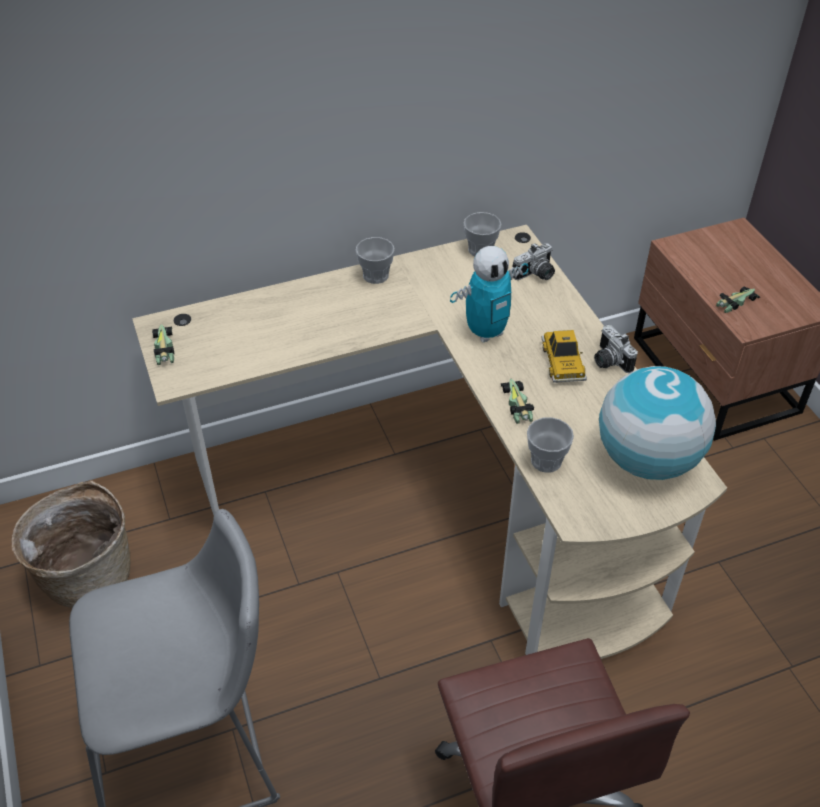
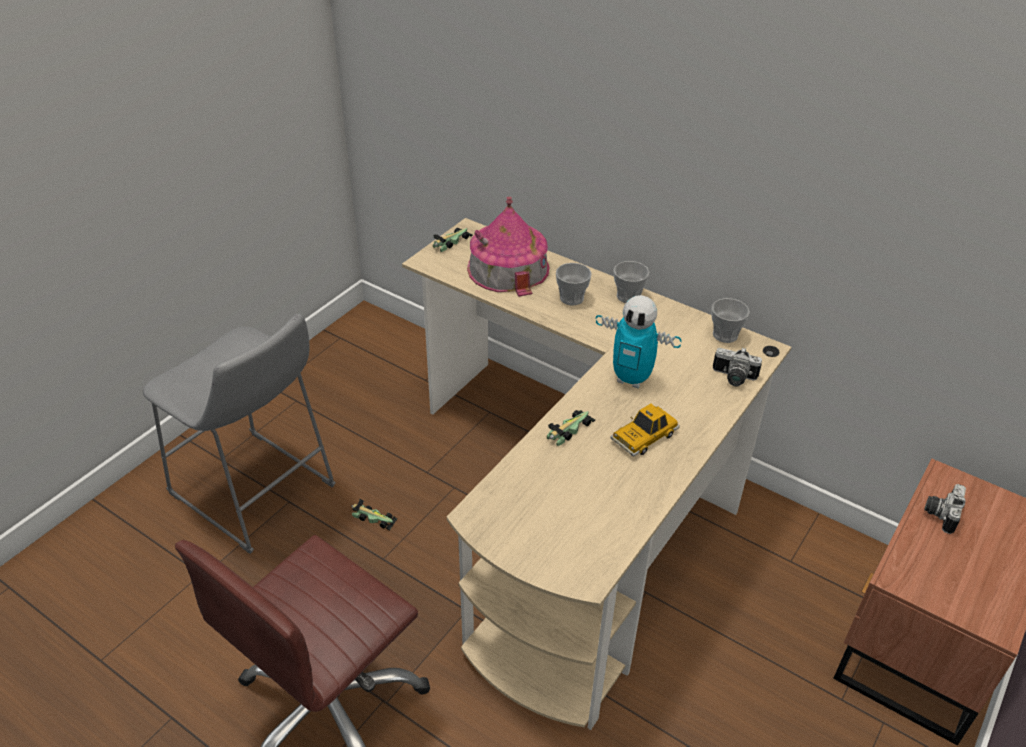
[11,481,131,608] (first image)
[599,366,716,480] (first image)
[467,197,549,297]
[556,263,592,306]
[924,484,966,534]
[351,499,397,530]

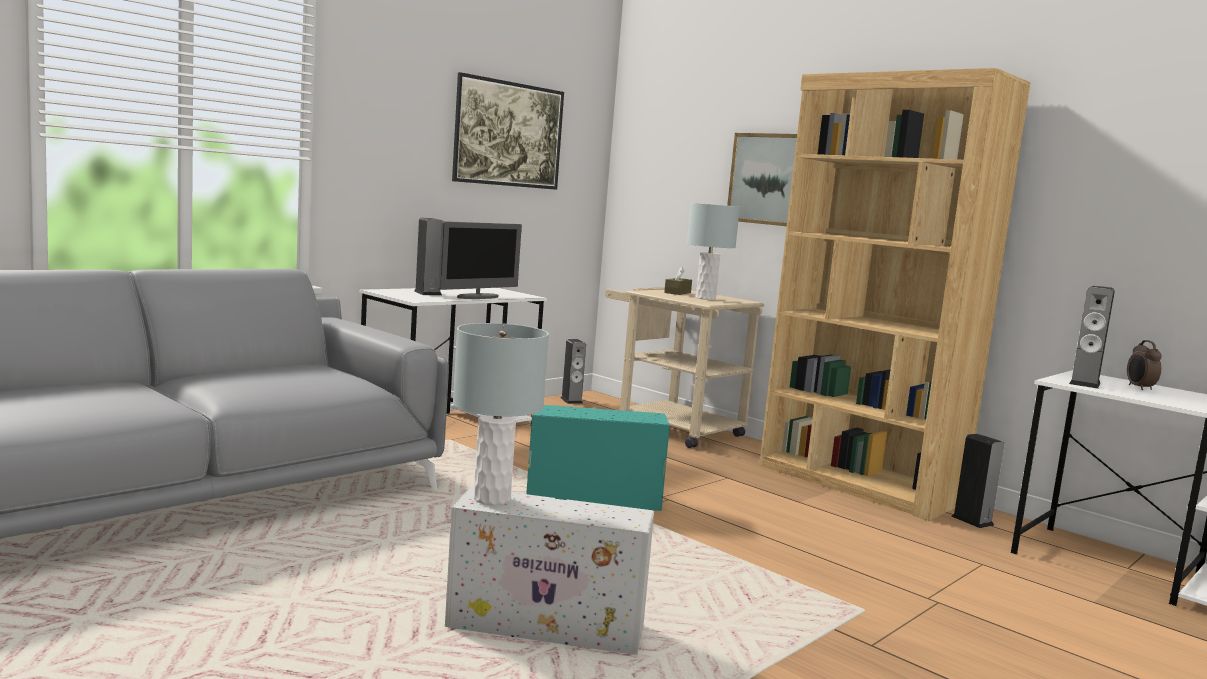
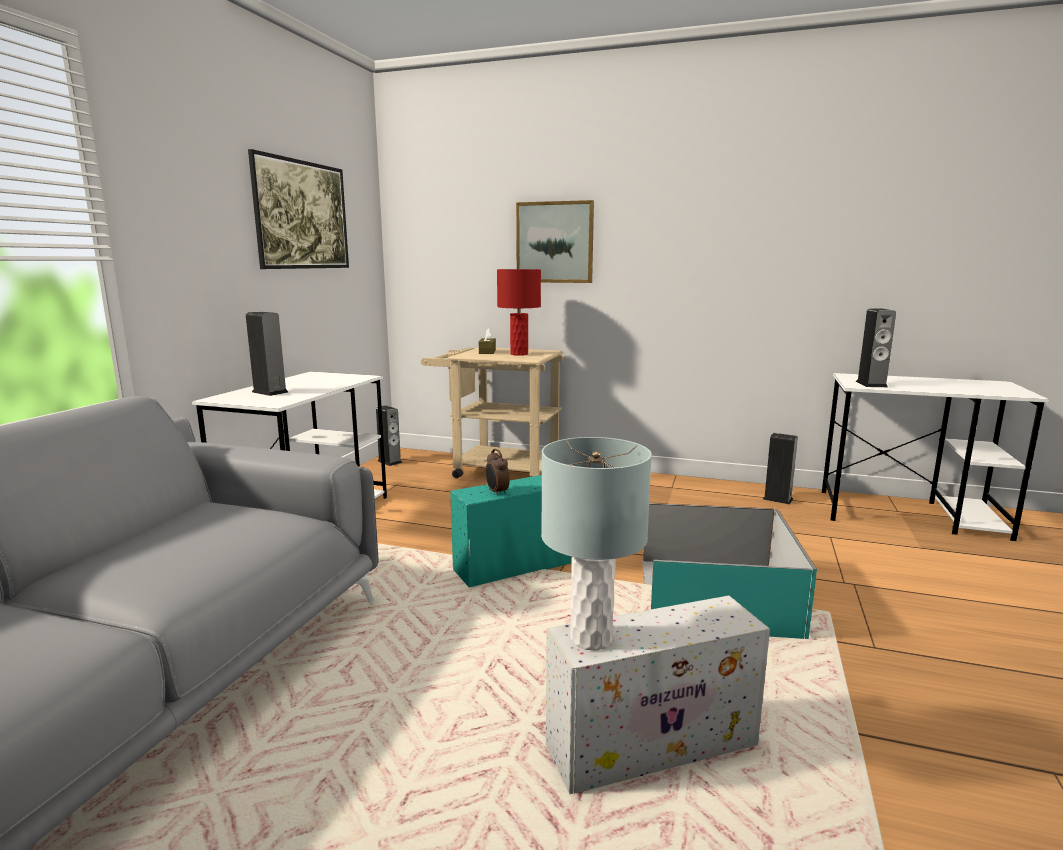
[438,221,522,299] (first image)
[759,68,1031,521] (first image)
[642,503,817,639]
[485,449,510,496]
[497,269,541,356]

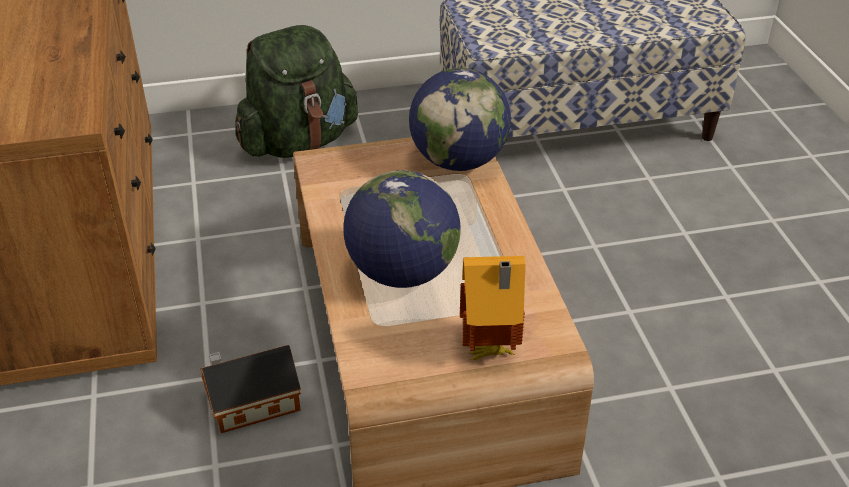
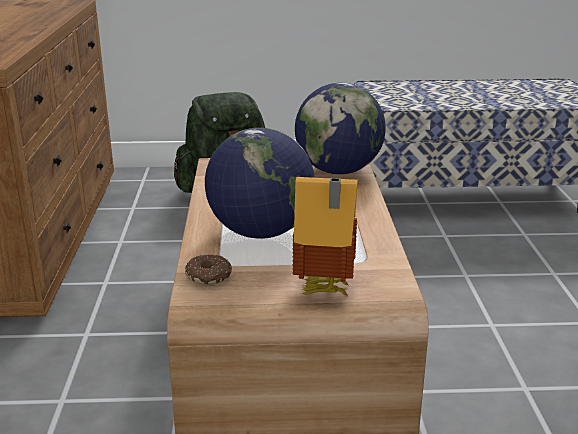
[200,345,301,433] (first image)
[185,254,232,285]

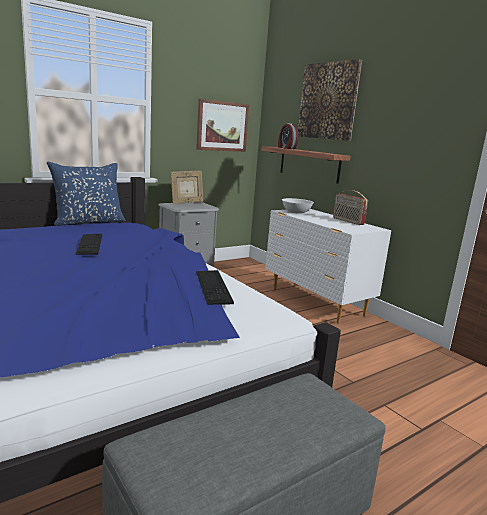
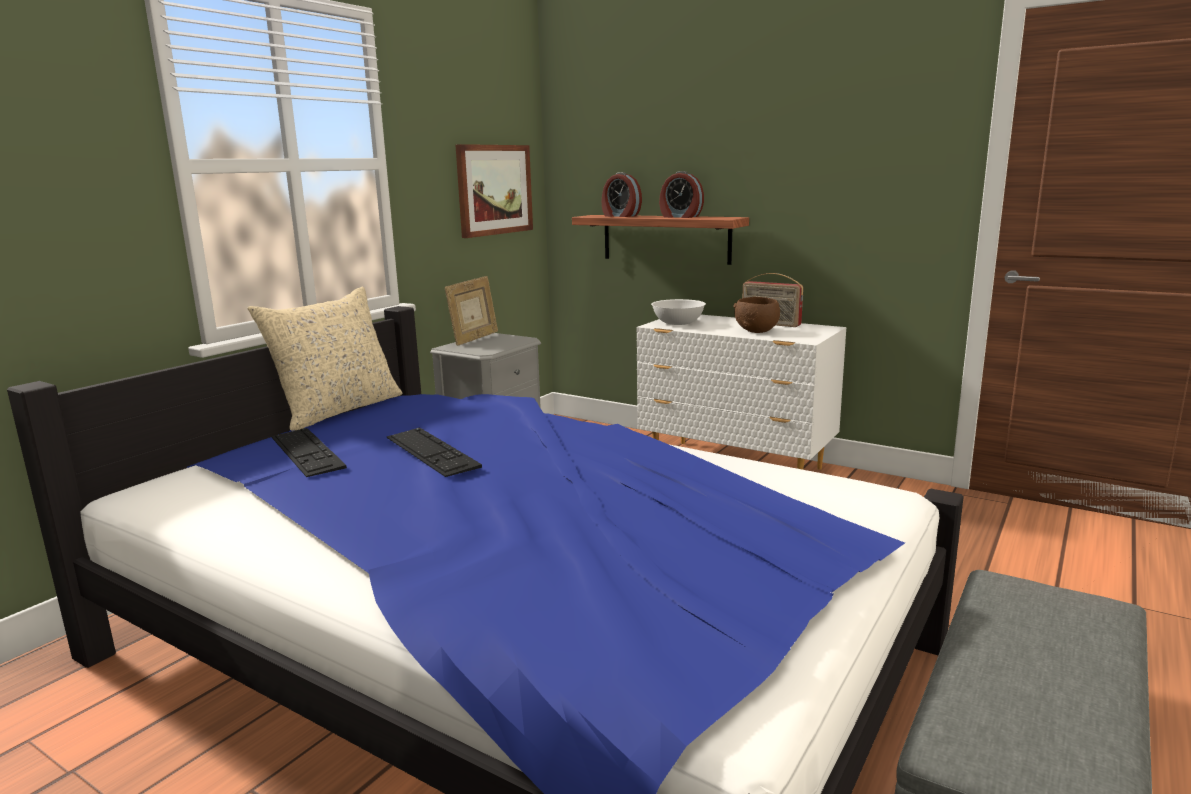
[298,59,362,141] (first image)
[659,171,704,218]
[733,297,780,333]
[271,428,347,477]
[247,287,402,431]

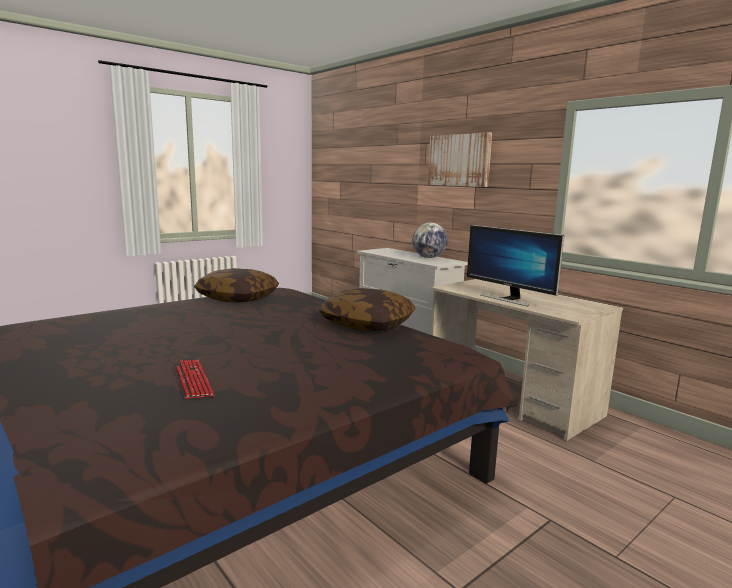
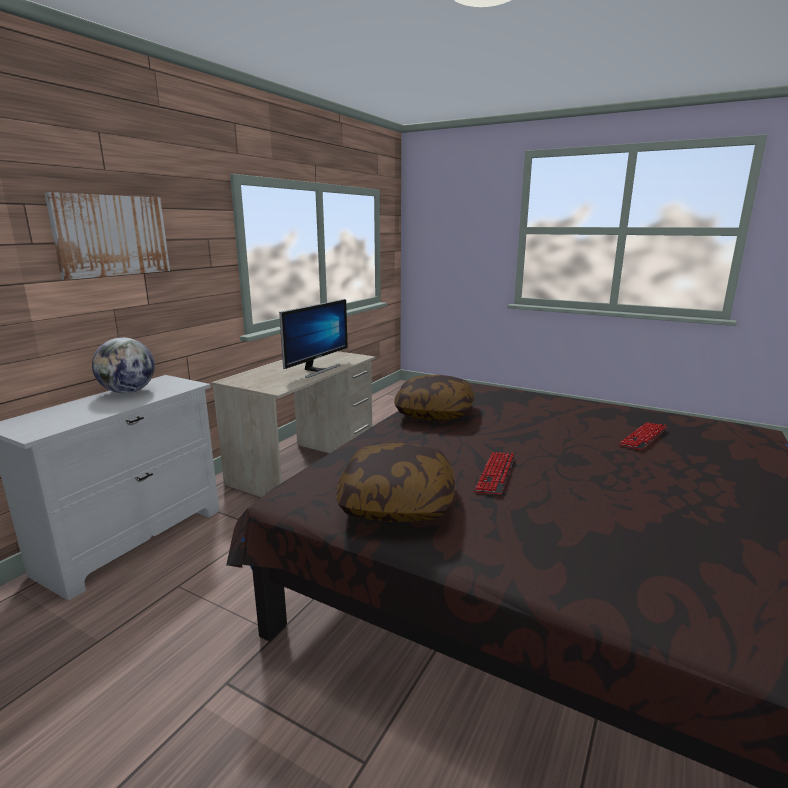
[474,452,515,494]

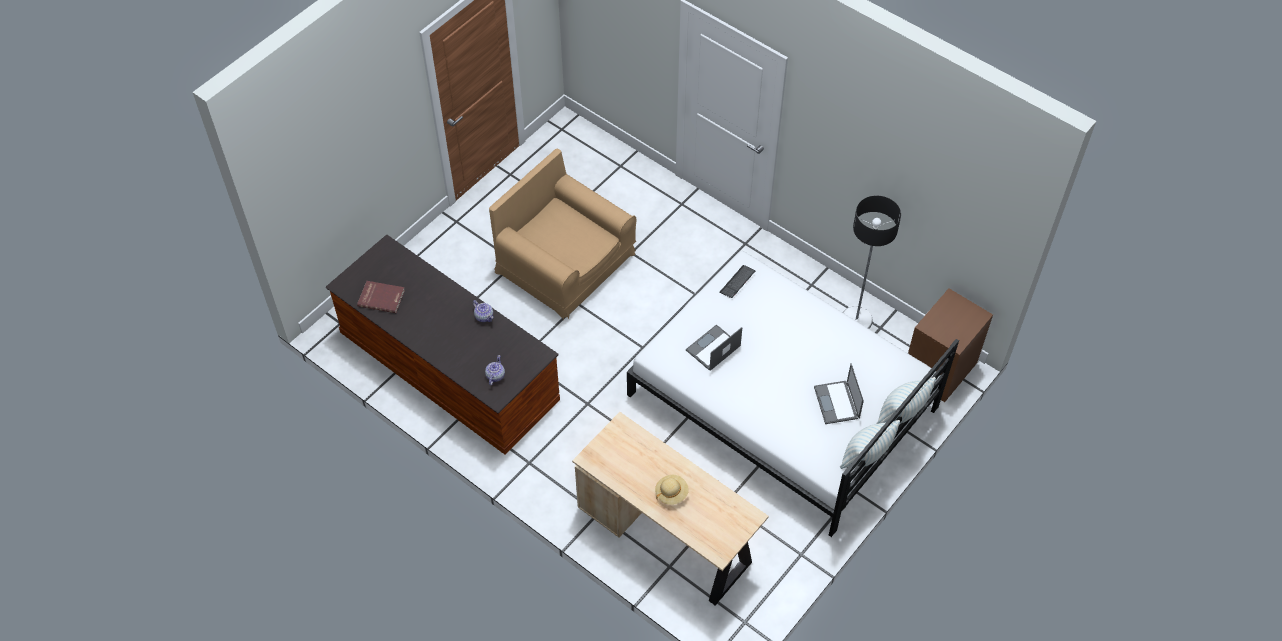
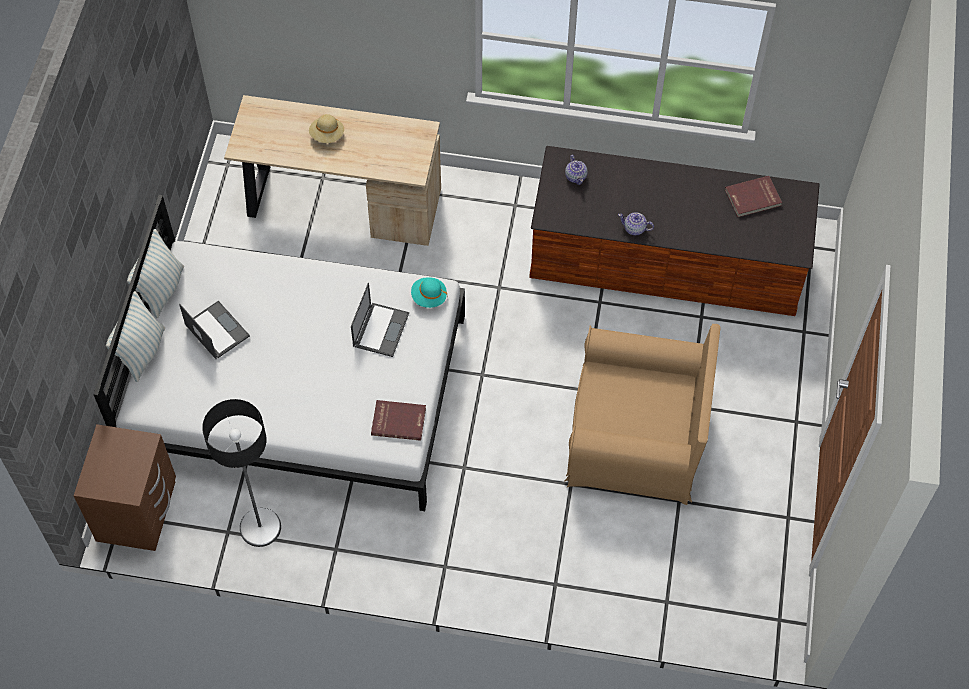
[411,277,447,308]
[371,400,426,441]

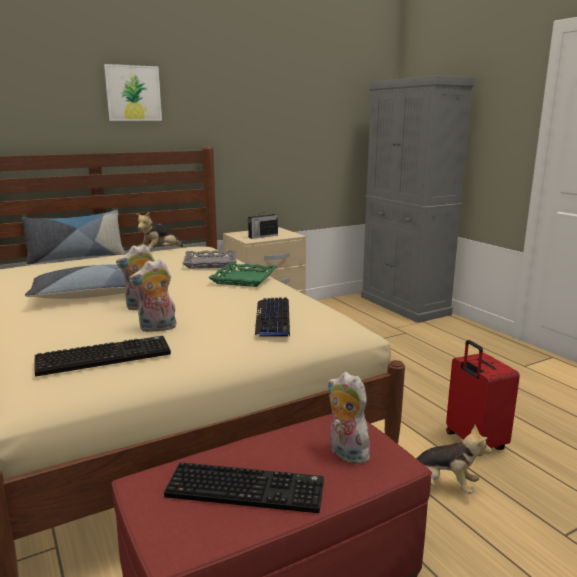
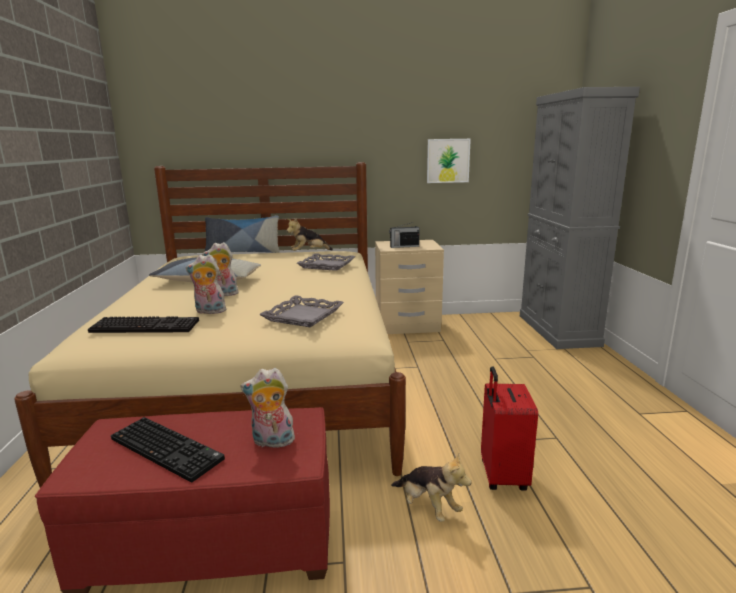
[208,262,277,287] (first image)
[427,139,471,183]
[259,295,344,327]
[241,368,297,448]

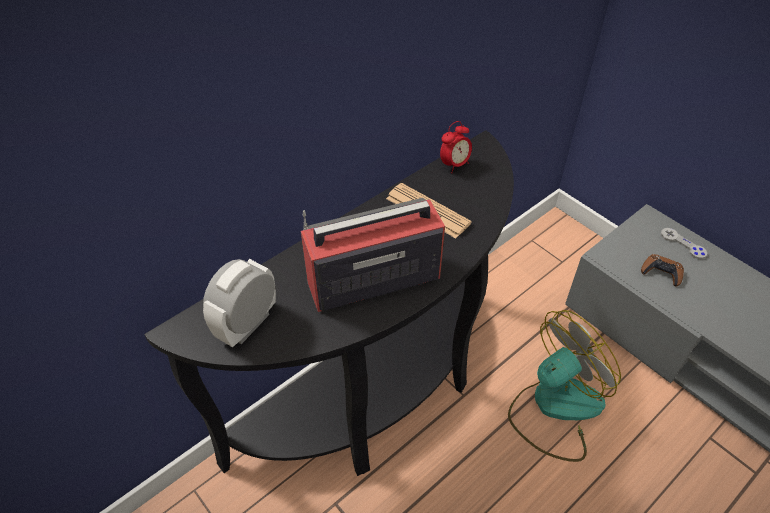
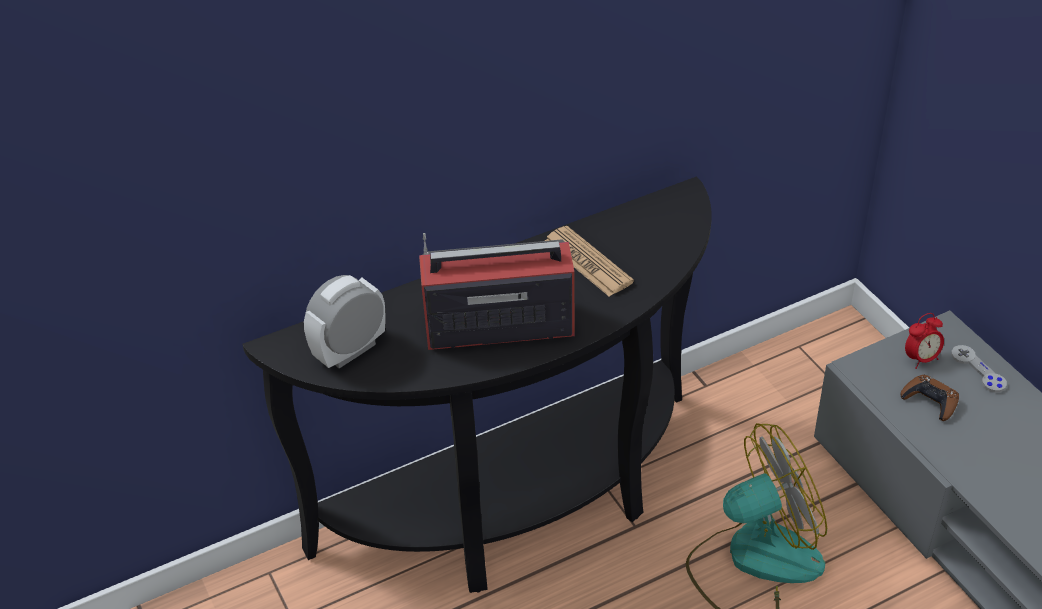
[905,313,944,369]

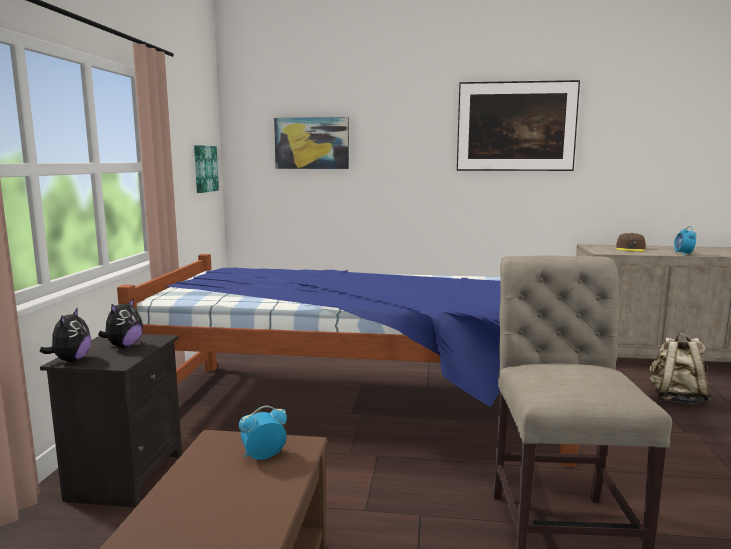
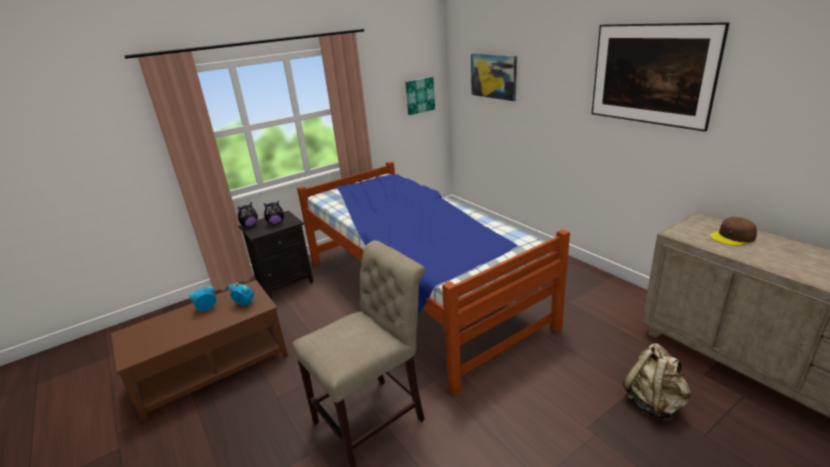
[189,286,216,311]

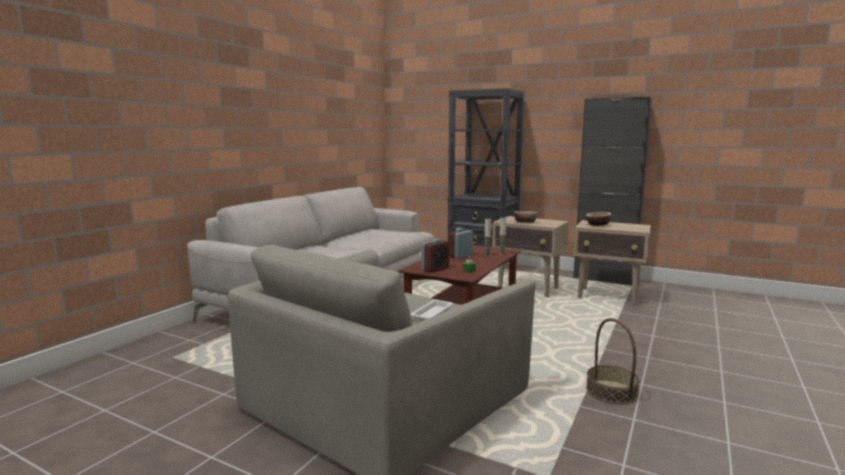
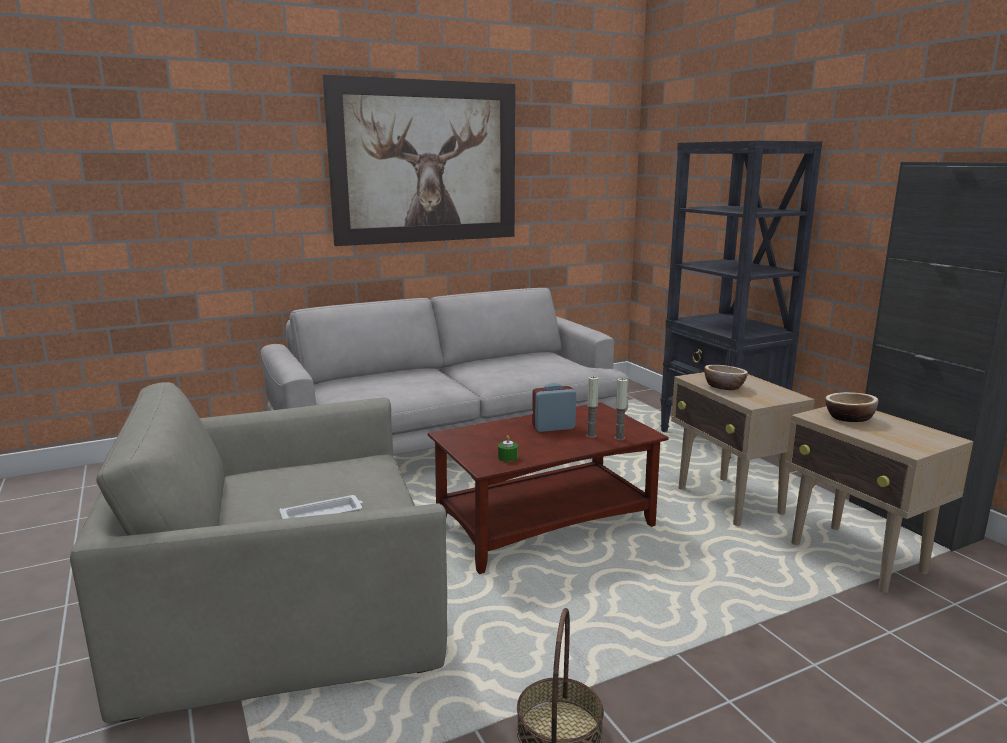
[421,239,449,273] (first image)
[323,75,515,246]

